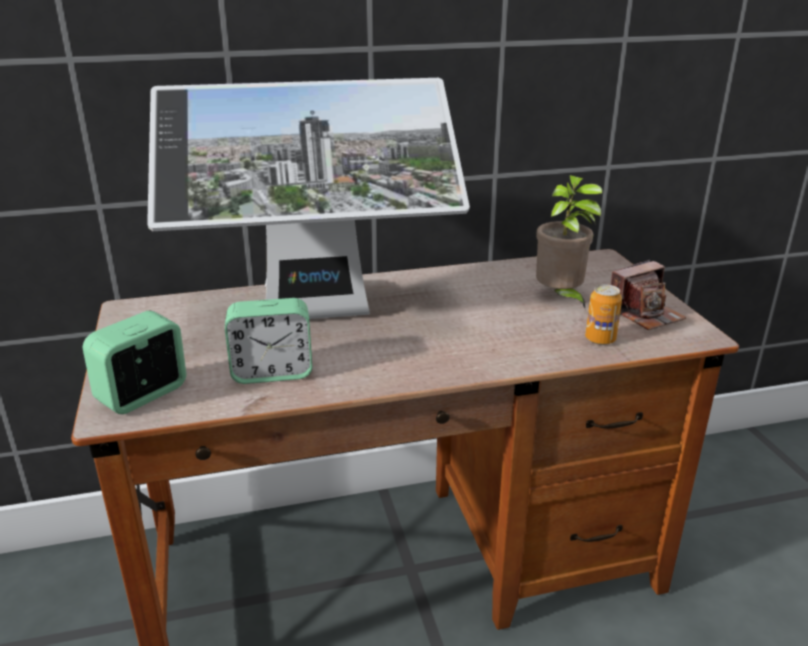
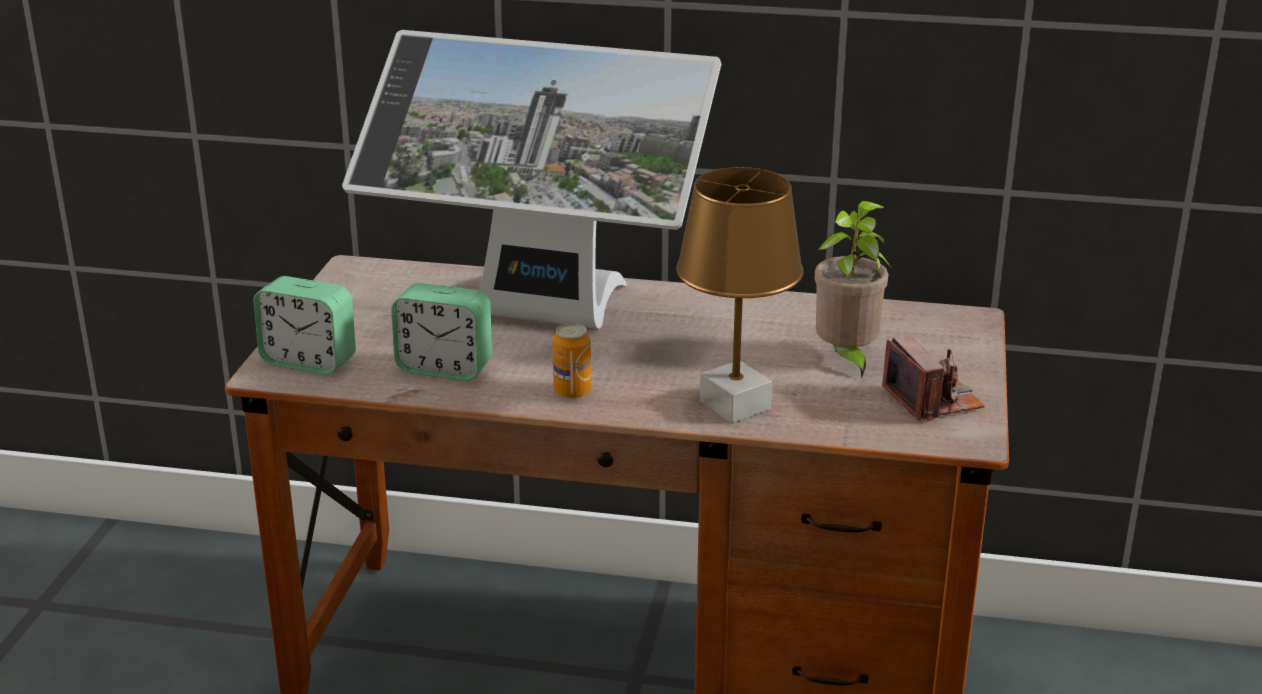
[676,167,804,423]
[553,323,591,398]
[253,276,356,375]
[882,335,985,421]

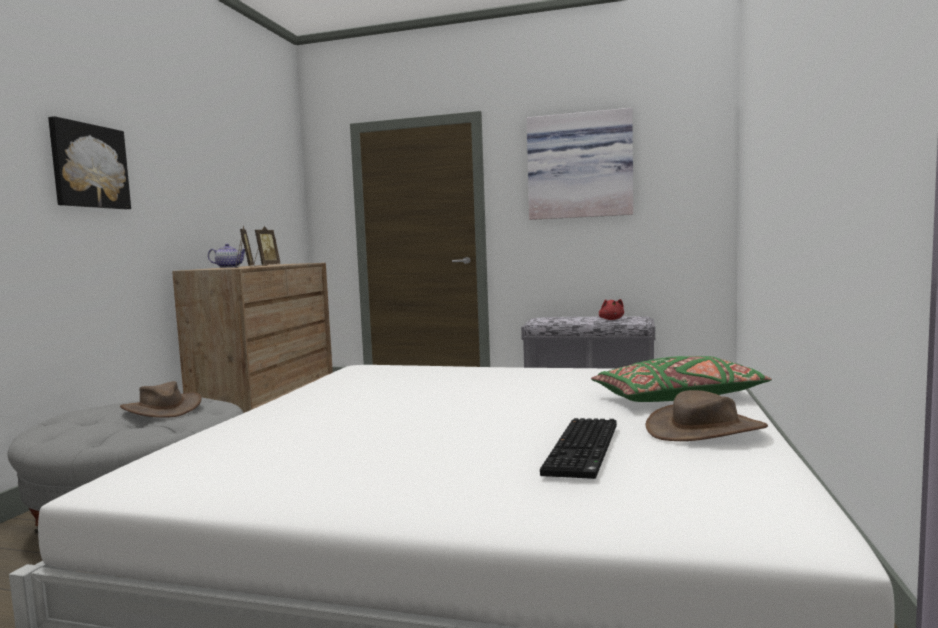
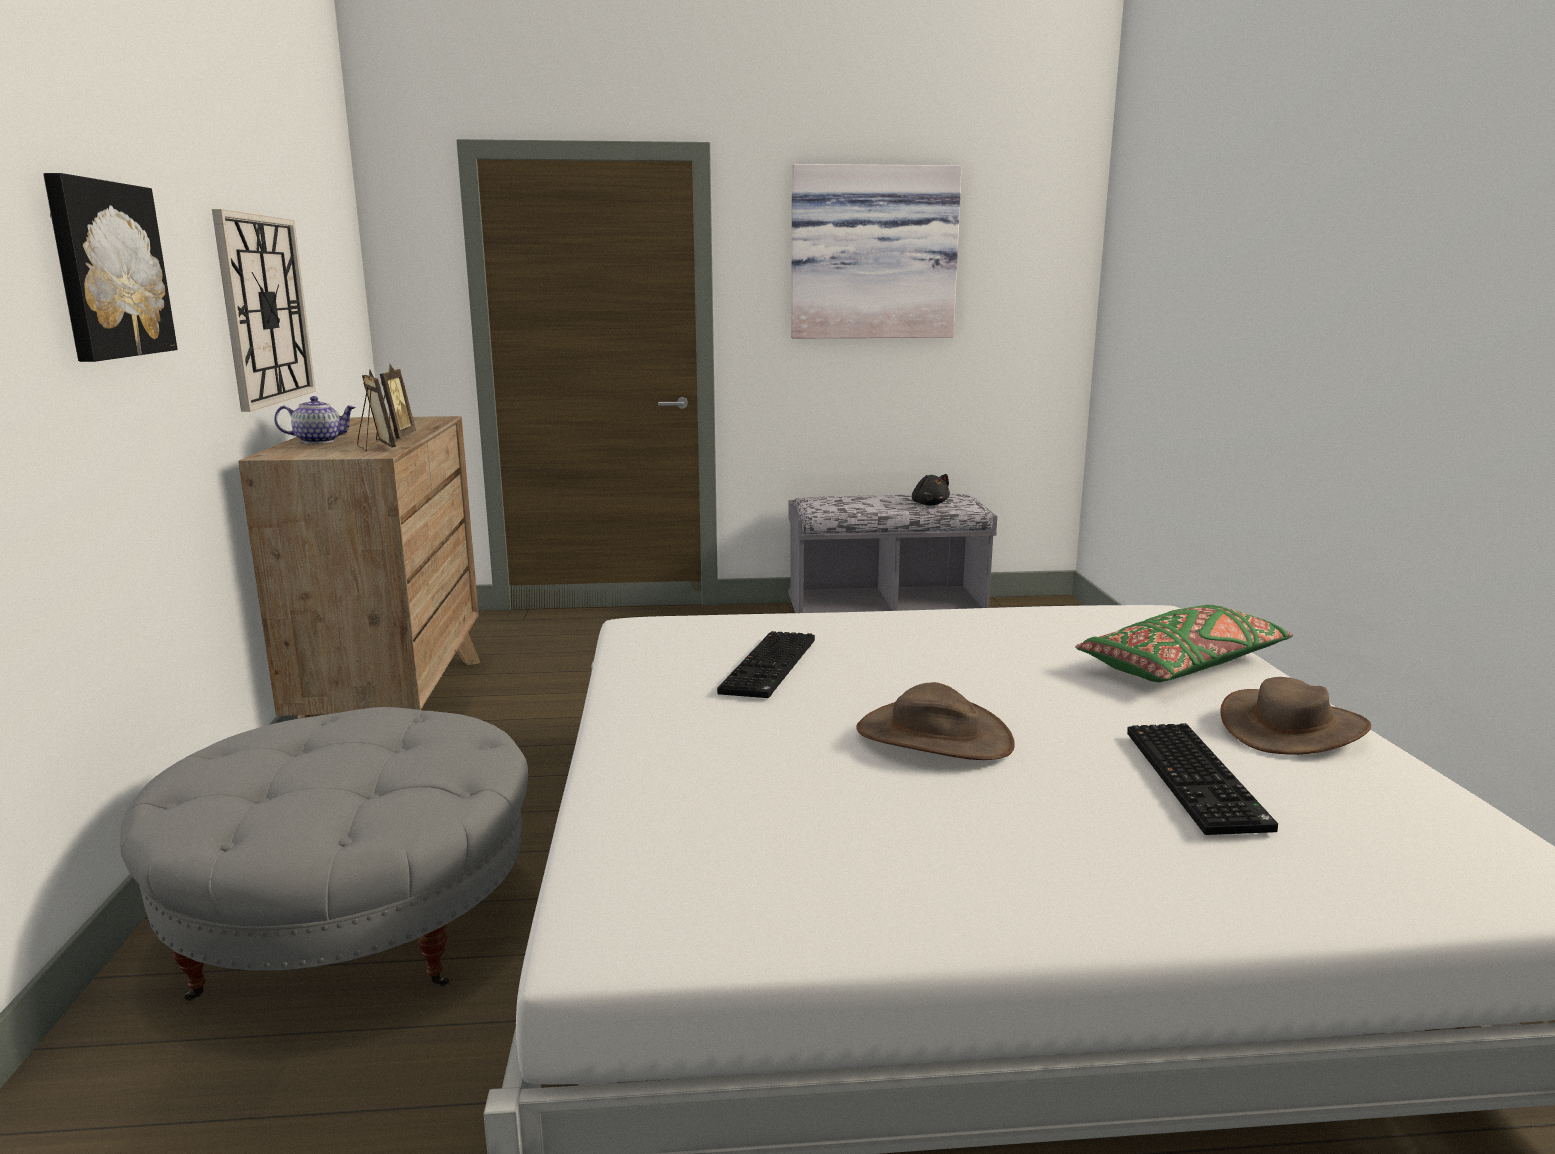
[212,209,316,412]
[717,631,815,698]
[857,682,1015,760]
[912,474,950,506]

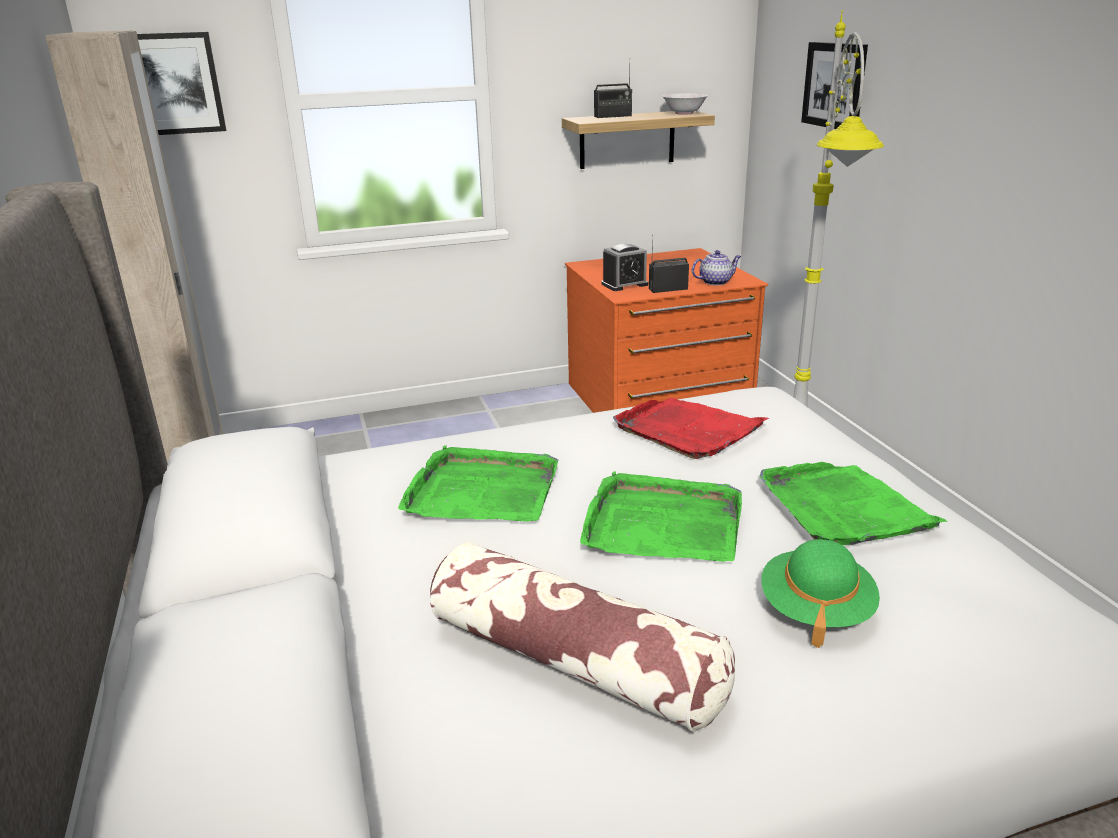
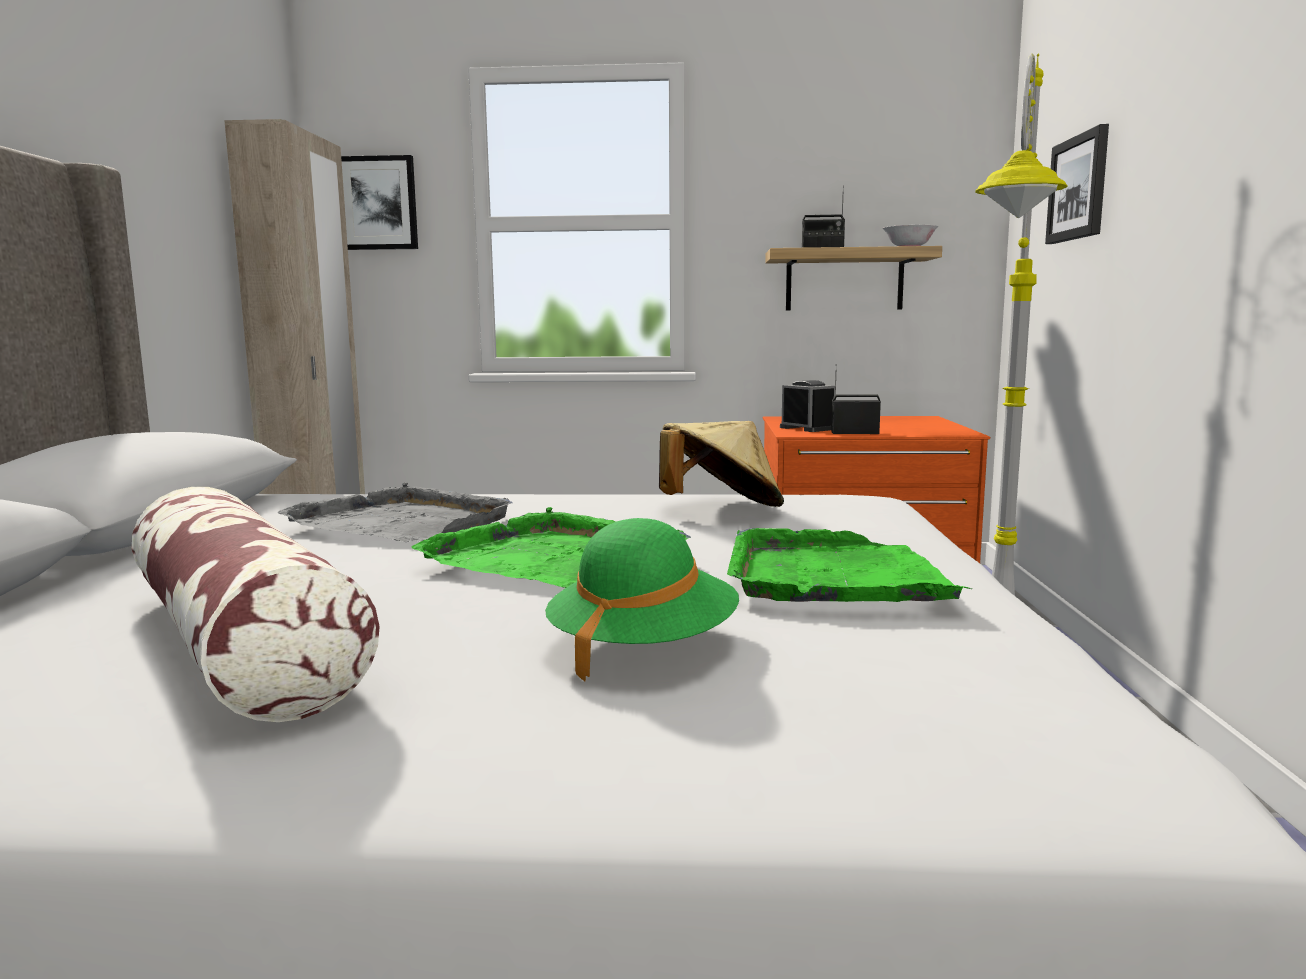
[692,250,741,285] (first image)
[659,421,784,507]
[278,482,513,542]
[780,380,835,432]

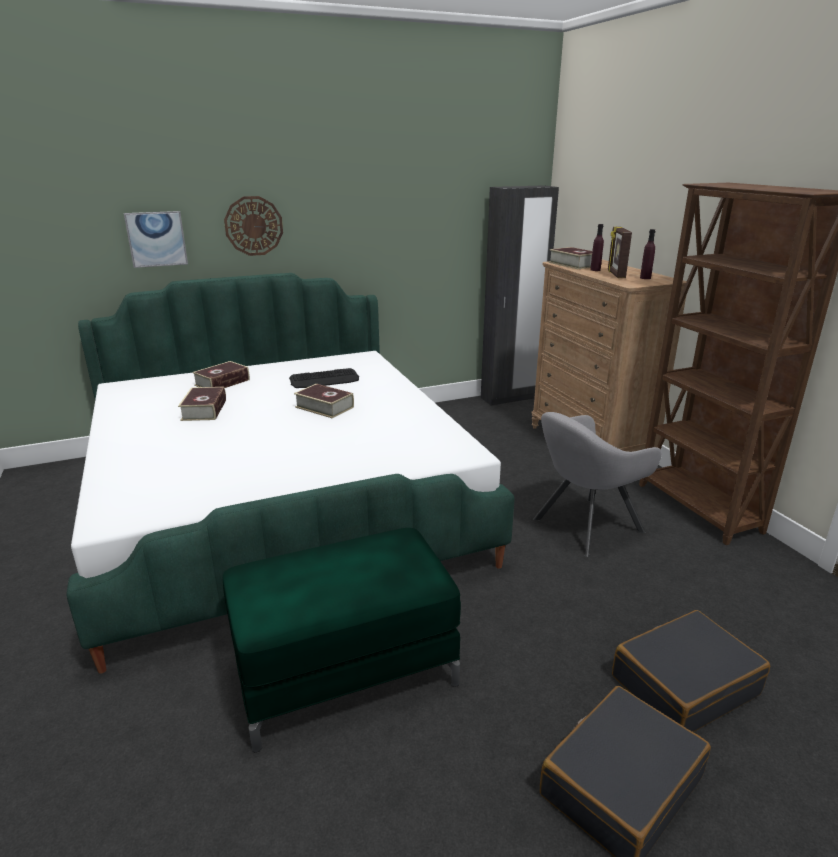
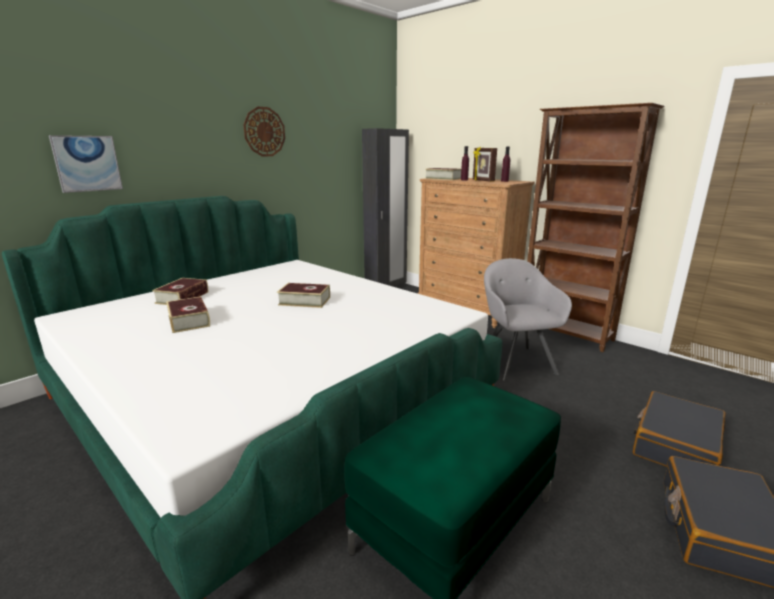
[289,368,359,388] (first image)
[243,107,285,157]
[484,258,572,381]

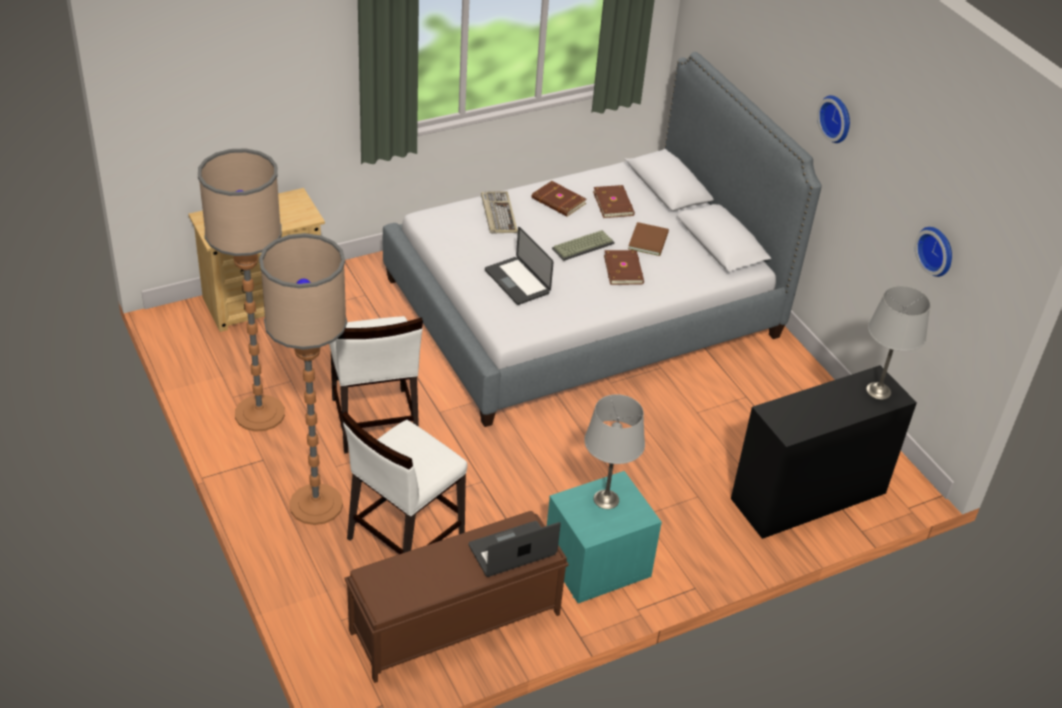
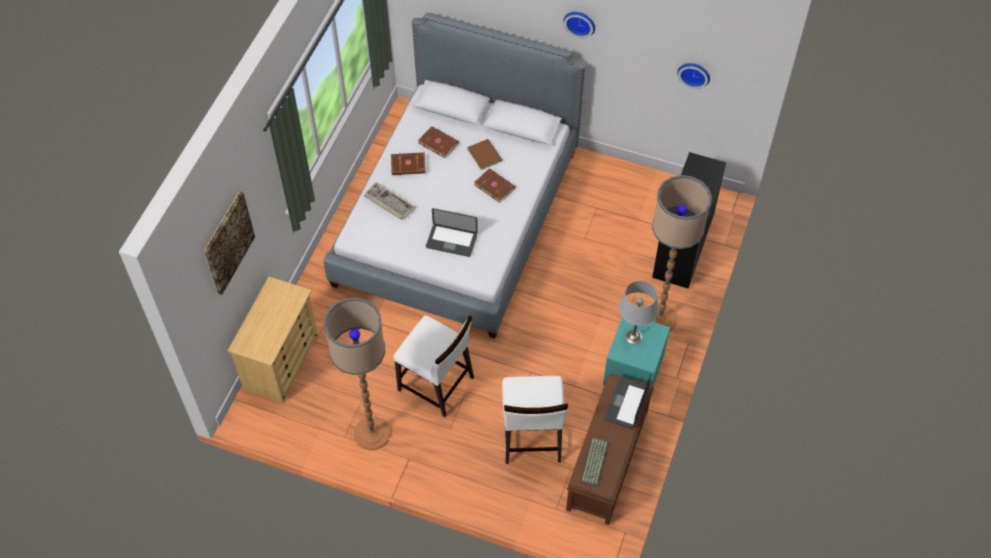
[866,286,930,400] (first image)
[204,191,255,295]
[652,175,712,331]
[581,438,609,487]

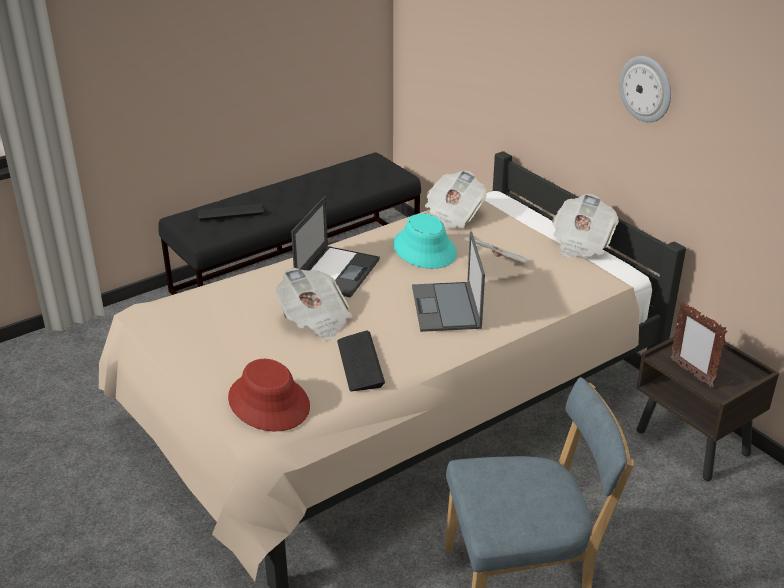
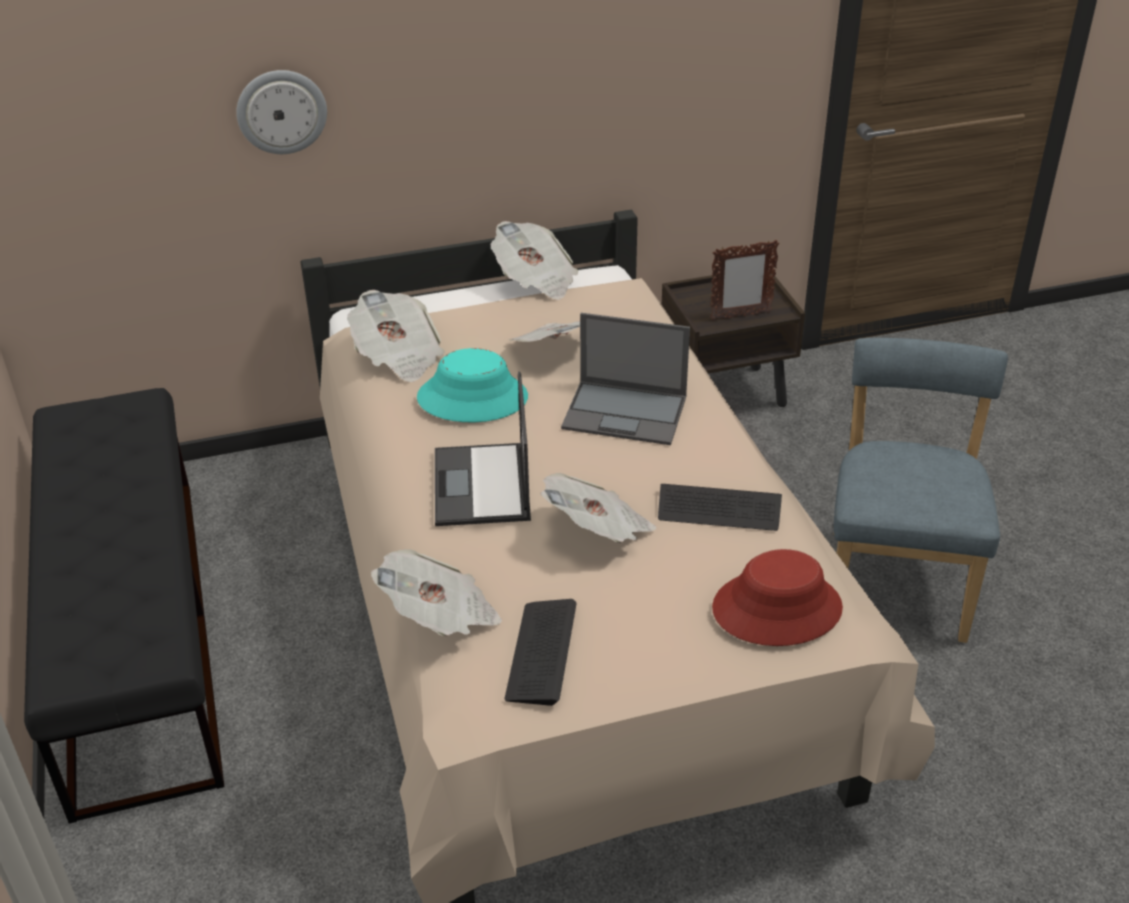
[371,549,502,636]
[504,599,577,706]
[236,70,327,154]
[435,372,531,526]

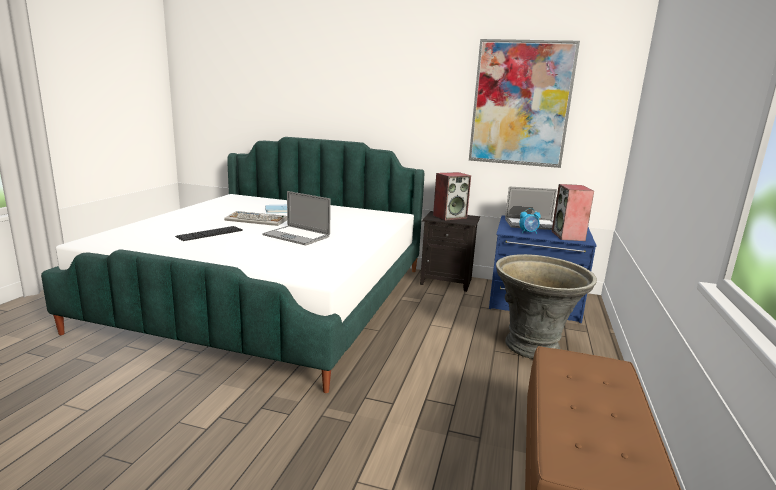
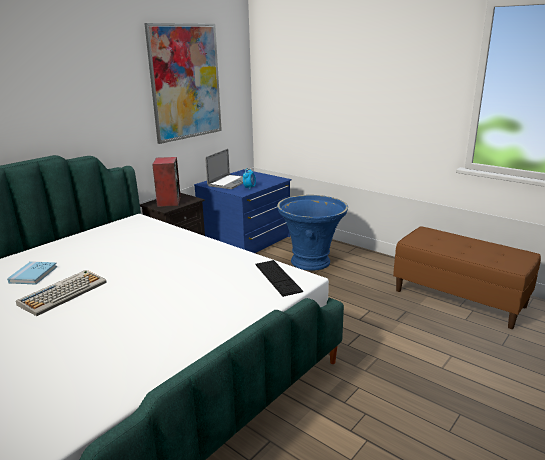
[262,191,331,245] (first image)
[552,184,594,241] (first image)
[255,260,303,297]
[277,195,348,271]

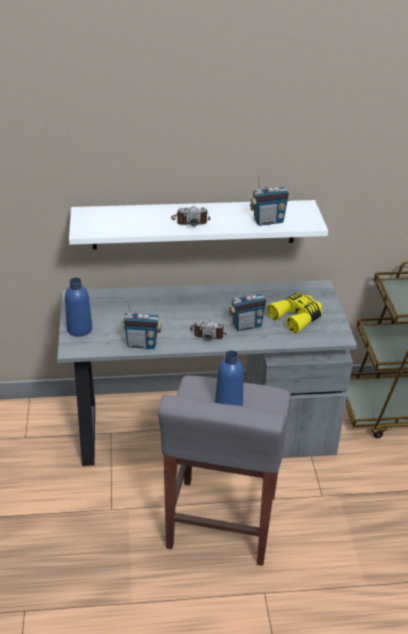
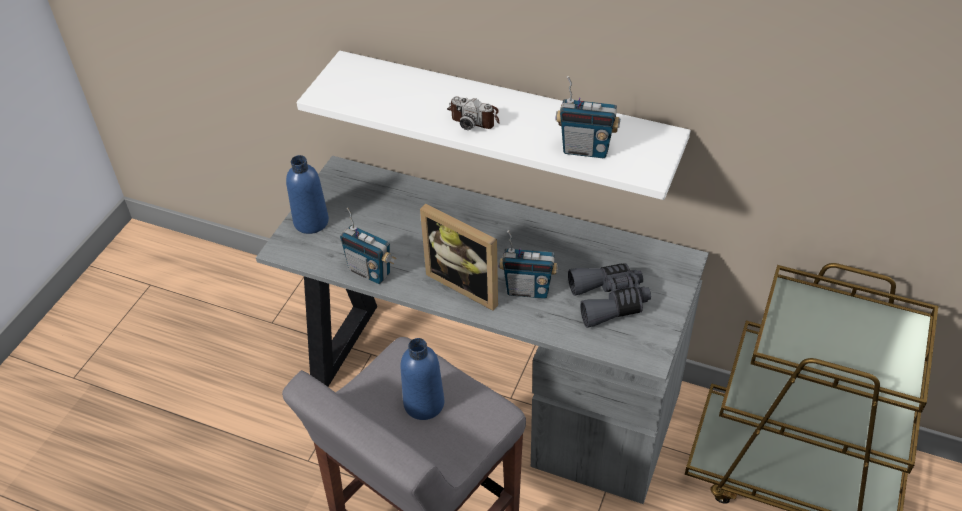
[420,204,498,311]
[568,264,651,328]

